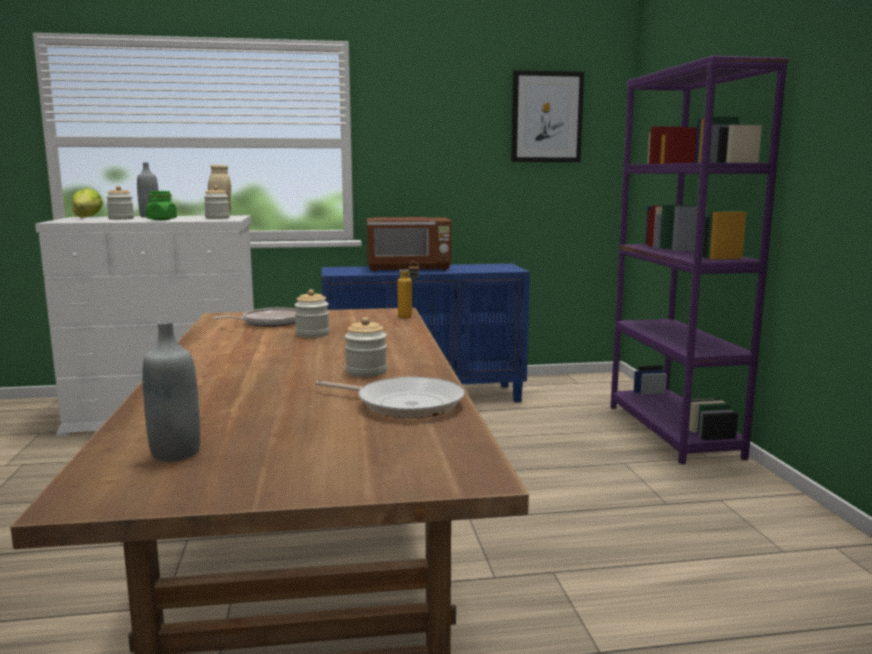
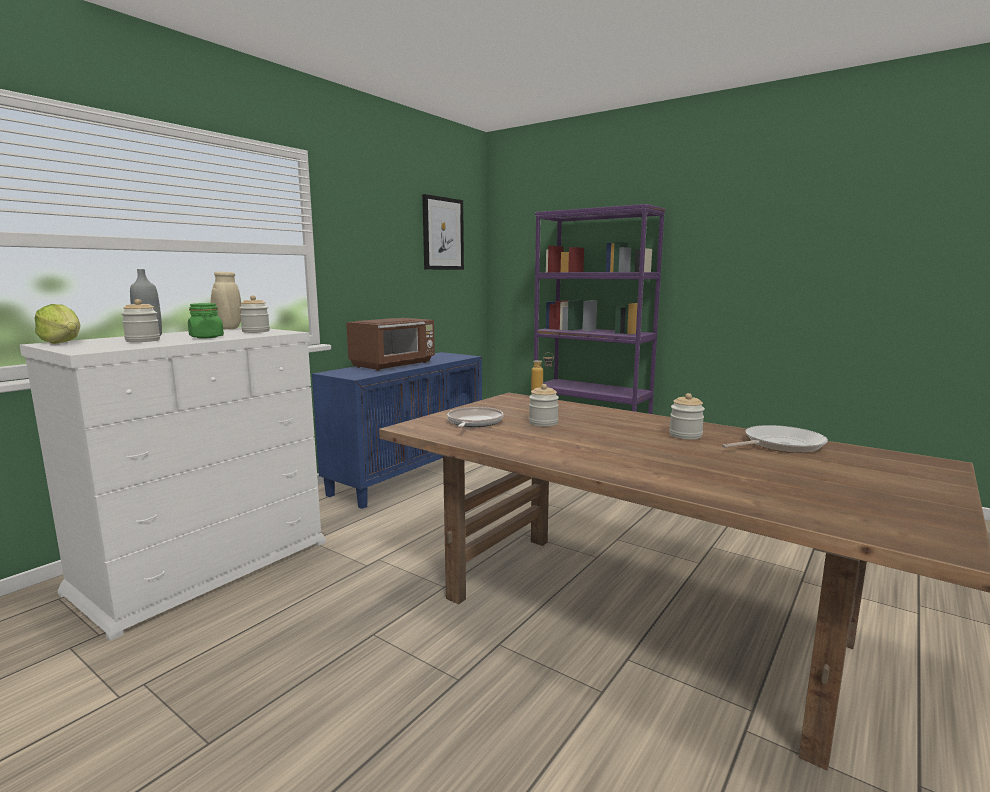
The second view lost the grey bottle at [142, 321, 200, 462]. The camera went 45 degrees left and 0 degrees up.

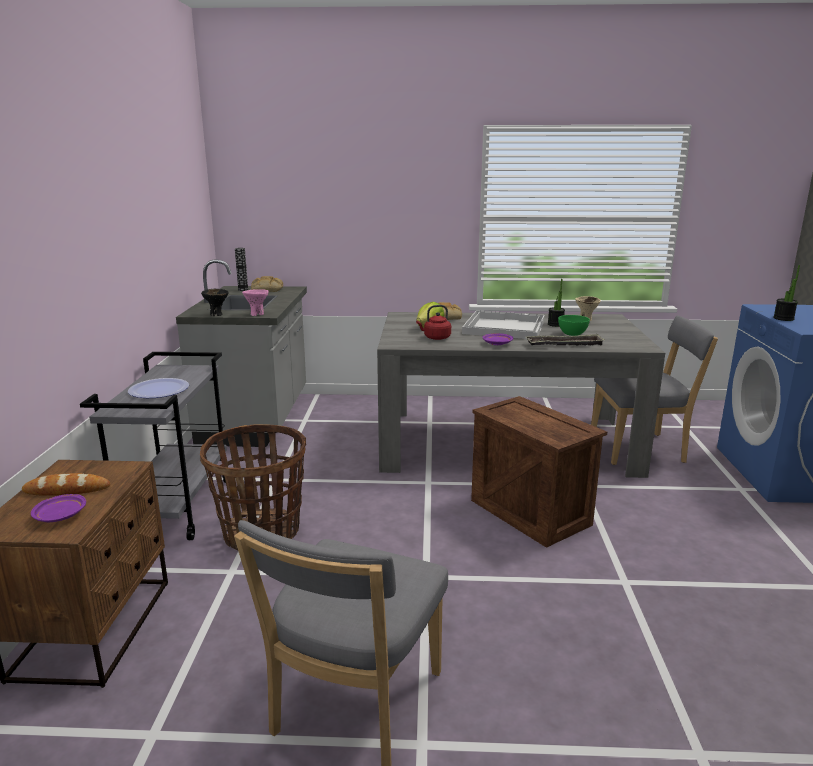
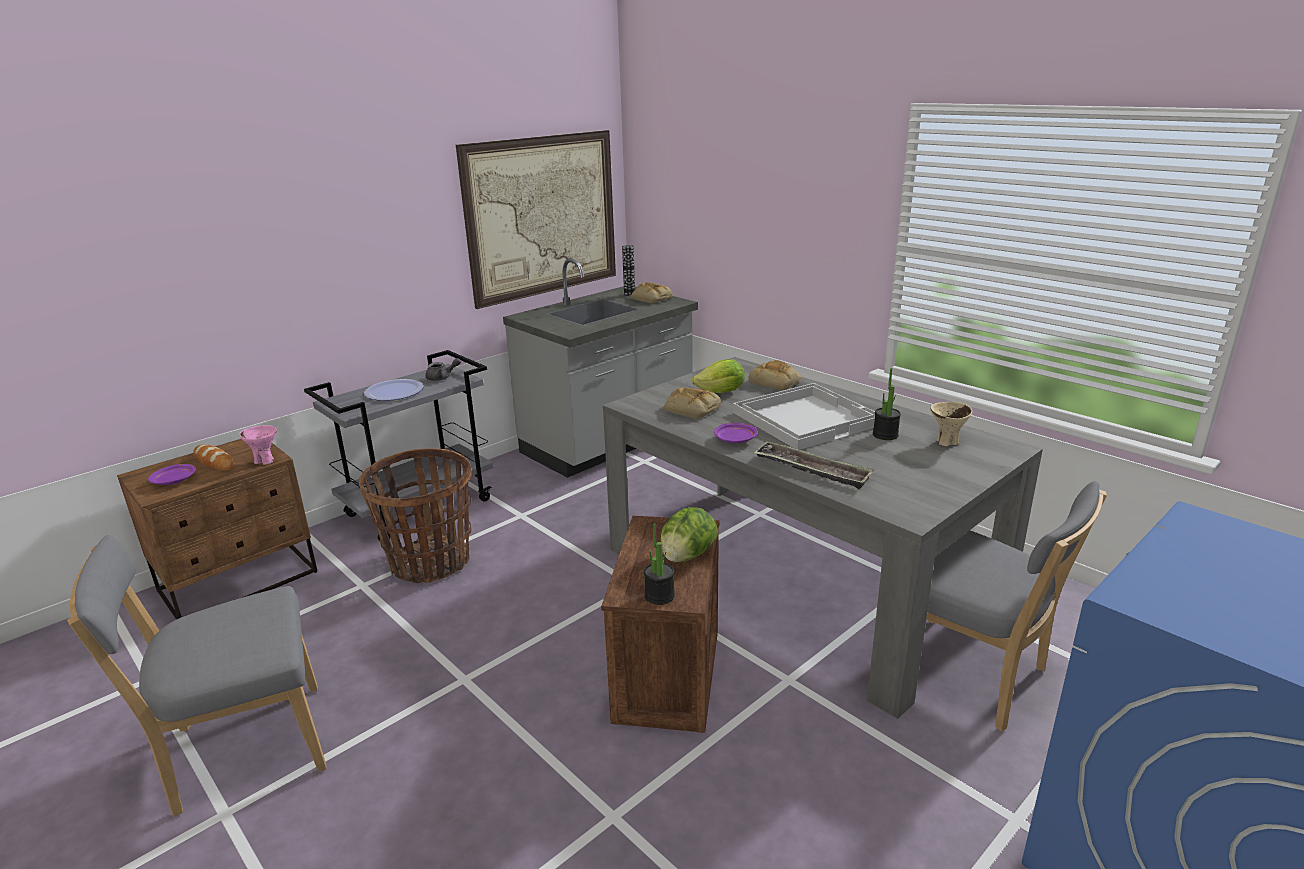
The pink bowl ended up elsewhere, having gone from [242, 289, 269, 316] to [239, 425, 277, 465]. The second view gained the grey teapot at [426, 358, 461, 381]. The second view gained the picture at [456, 130, 616, 309]. The potted plant ended up elsewhere, having gone from [773, 265, 800, 321] to [644, 523, 675, 605]. The second view gained the lettuce at [660, 507, 718, 562]. Where the red kettle stood at [416, 305, 451, 340], the bread came to stand at [664, 387, 721, 419]. The second view lost the black bowl at [201, 289, 229, 316]. The second view lost the green bowl at [558, 315, 590, 336]. The camera went 45 degrees right and 5 degrees up.

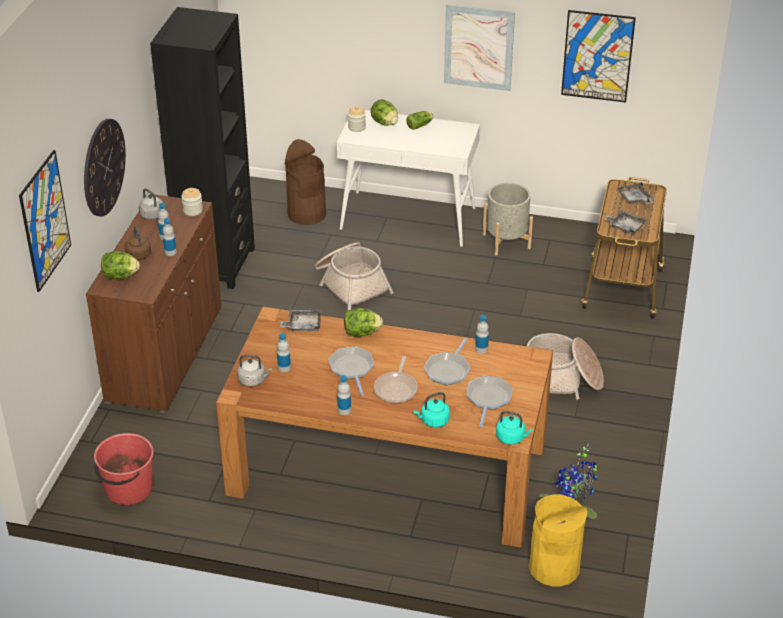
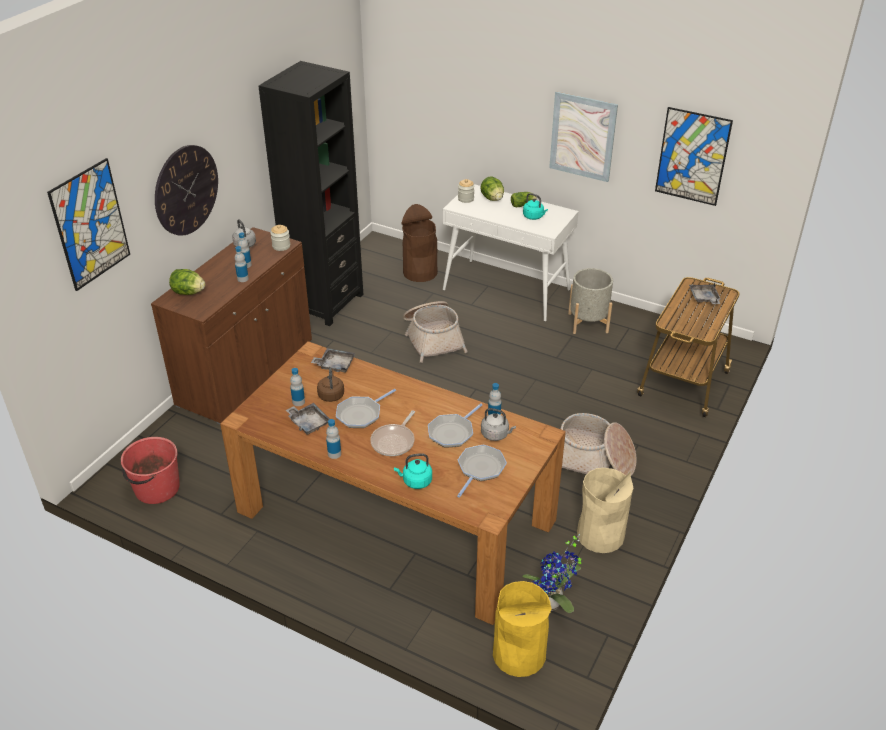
The grey tray ended up elsewhere, having gone from [604, 210, 647, 235] to [286, 403, 330, 435]. The brown kettle ended up elsewhere, having gone from [125, 227, 151, 260] to [317, 367, 344, 402]. The frying pan at [329, 346, 374, 396] ended up facing another way, 135 degrees counterclockwise from before. The grey kettle ended up elsewhere, having gone from [237, 354, 272, 386] to [481, 408, 516, 441]. The turquoise kettle ended up elsewhere, having gone from [496, 411, 533, 444] to [523, 193, 548, 220]. The second view gained the beige trash can at [577, 468, 633, 553]. The second view lost the lettuce at [344, 308, 383, 337]. The camera went 15 degrees right and 0 degrees up.

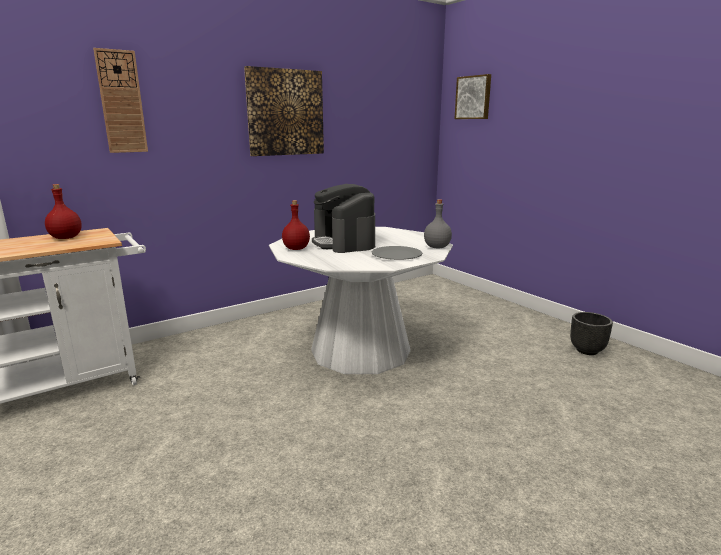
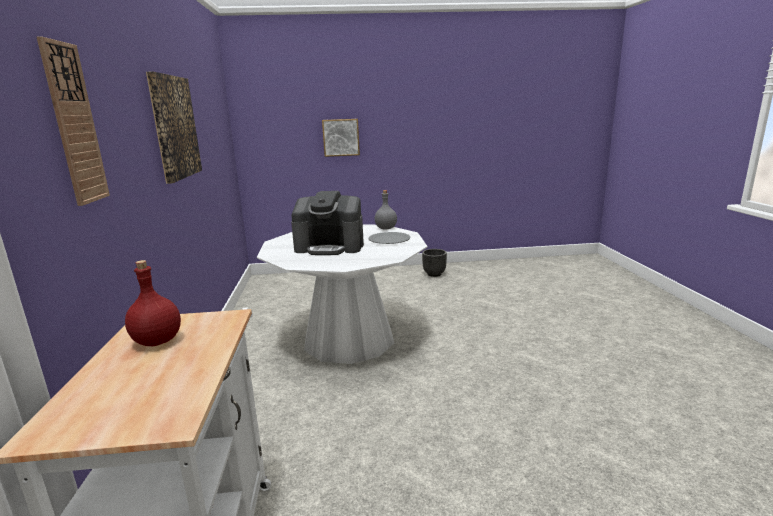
The picture ended up elsewhere, having gone from [455, 74, 491, 119] to [322, 119, 360, 157]. The second view lost the red bottle at [282, 200, 310, 250]. The camera went 60 degrees left and 0 degrees up.

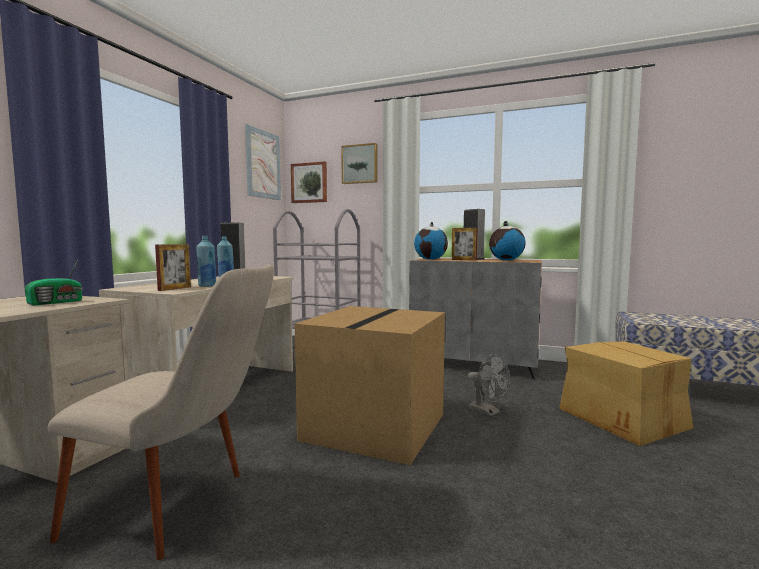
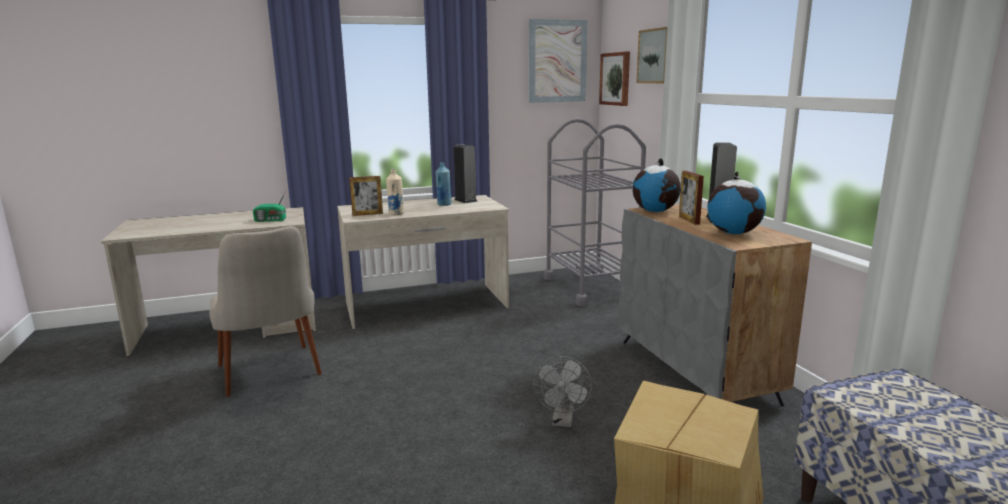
What was the blue bottle at [196, 236, 216, 287] turned into the beige bottle at [386, 169, 404, 215]. The second view lost the cardboard box at [295, 306, 445, 465]. The camera went 50 degrees right and 10 degrees up.

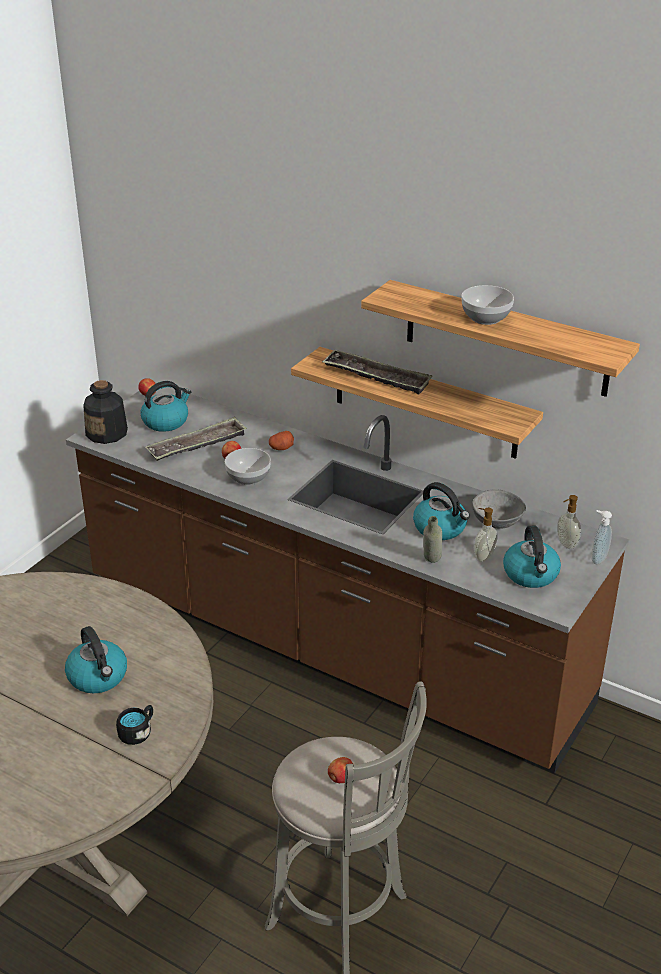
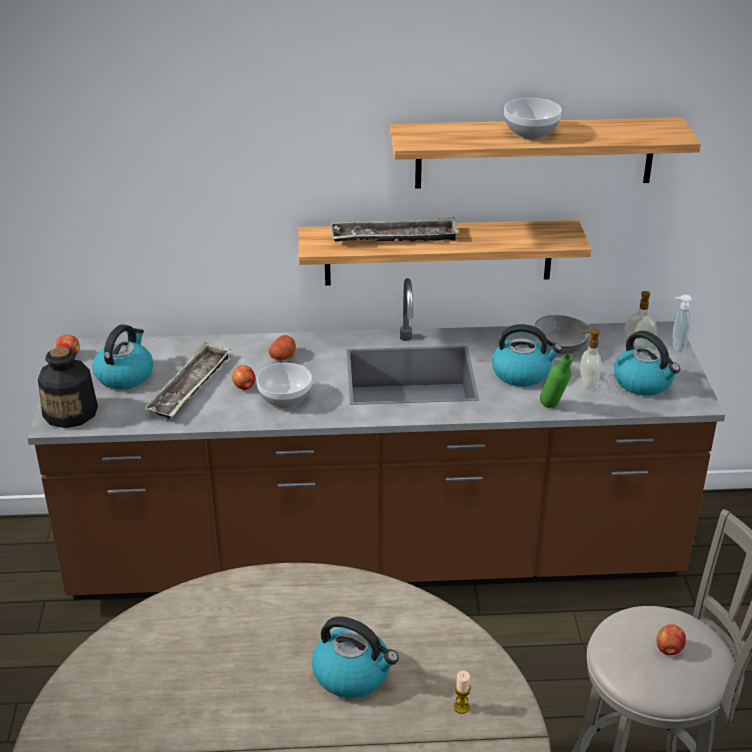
Where the black mug stood at [116, 705, 153, 745], the candle came to stand at [454, 671, 471, 714]. What was the grey bottle at [423, 516, 442, 563] turned into the green bottle at [540, 354, 572, 408]. The camera went 35 degrees left and 0 degrees up.

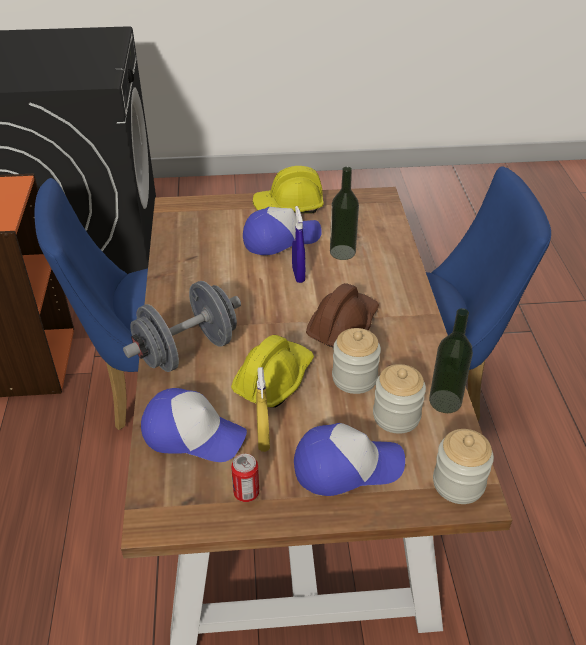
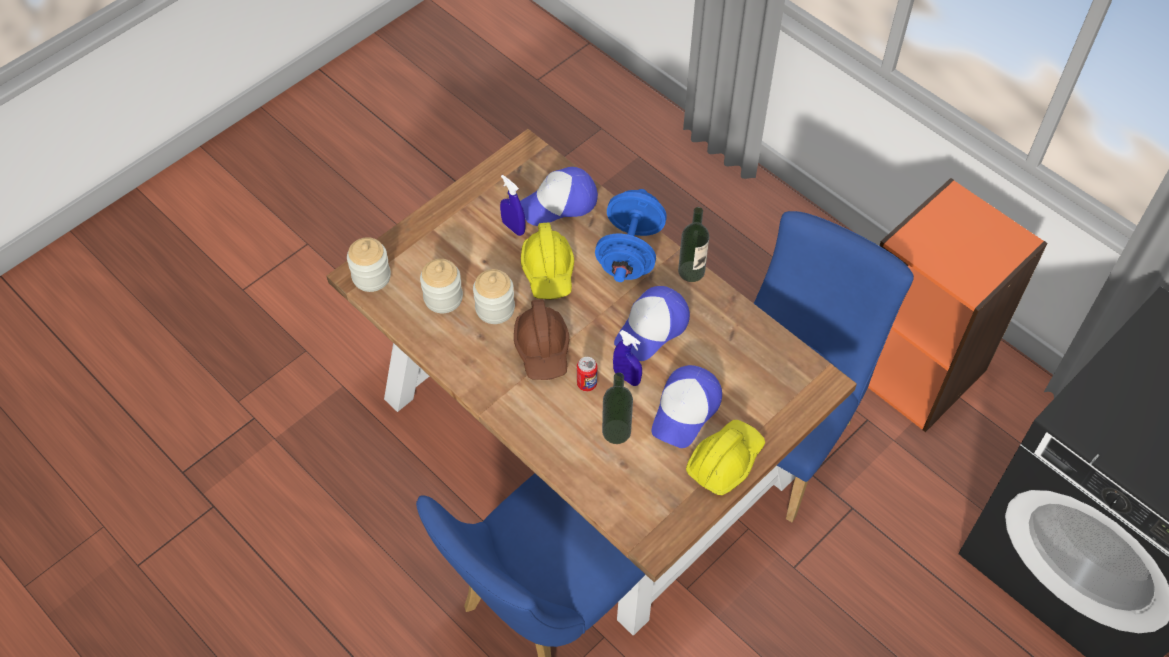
What was the yellow spray bottle at [256, 367, 270, 452] turned into the blue spray bottle at [500, 175, 525, 236]. The can ended up elsewhere, having gone from [231, 454, 259, 502] to [577, 357, 597, 391]. What was the grey dumbbell at [123, 281, 241, 372] turned into the blue dumbbell at [595, 189, 667, 282]. The cap ended up elsewhere, having gone from [294, 423, 405, 496] to [614, 286, 690, 361]. The bottle ended up elsewhere, having gone from [429, 308, 473, 413] to [678, 207, 709, 282]. The camera went 140 degrees right and 15 degrees up.

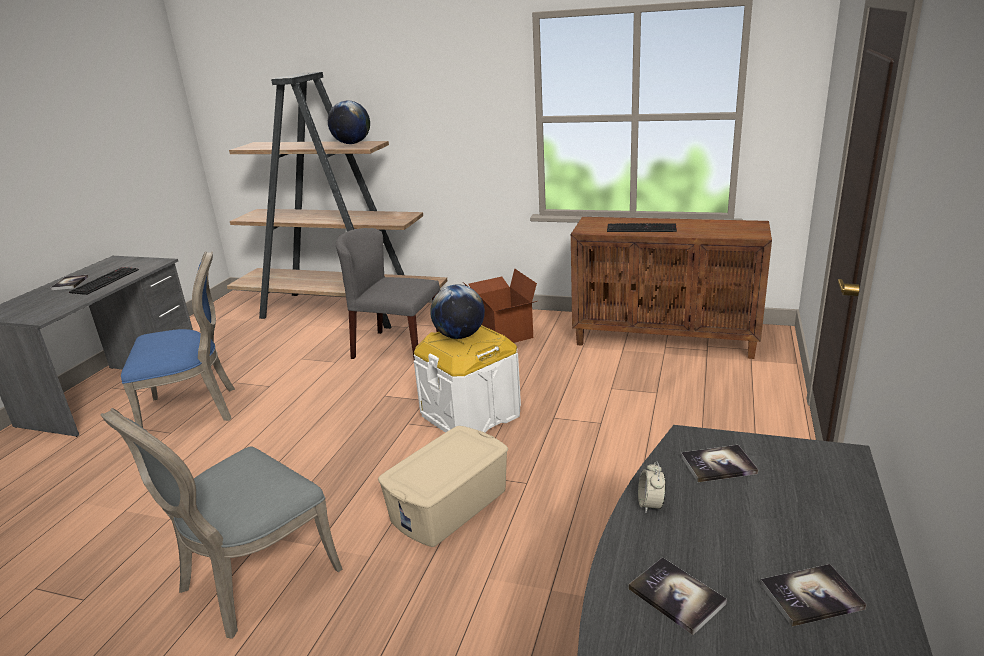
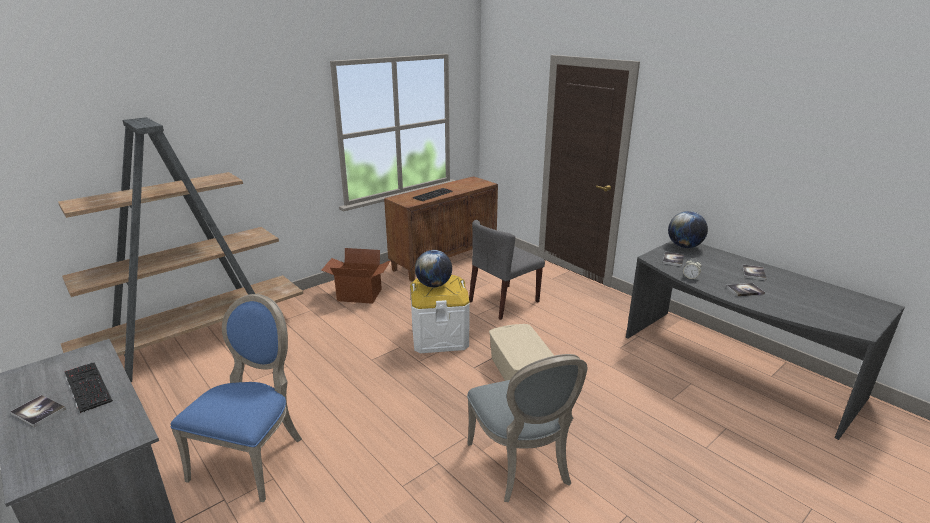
The grey chair ended up elsewhere, having gone from [336, 228, 440, 360] to [469, 220, 545, 320]. The globe ended up elsewhere, having gone from [328, 101, 370, 144] to [668, 211, 708, 248]. The camera went 60 degrees left and 0 degrees up.

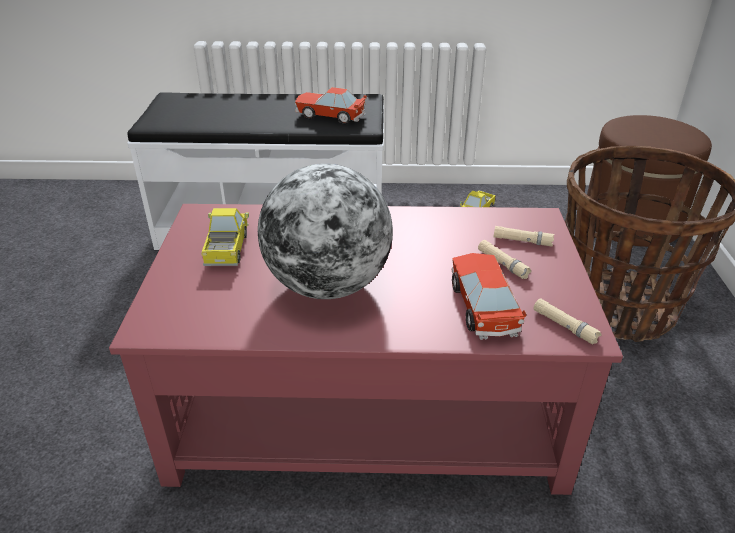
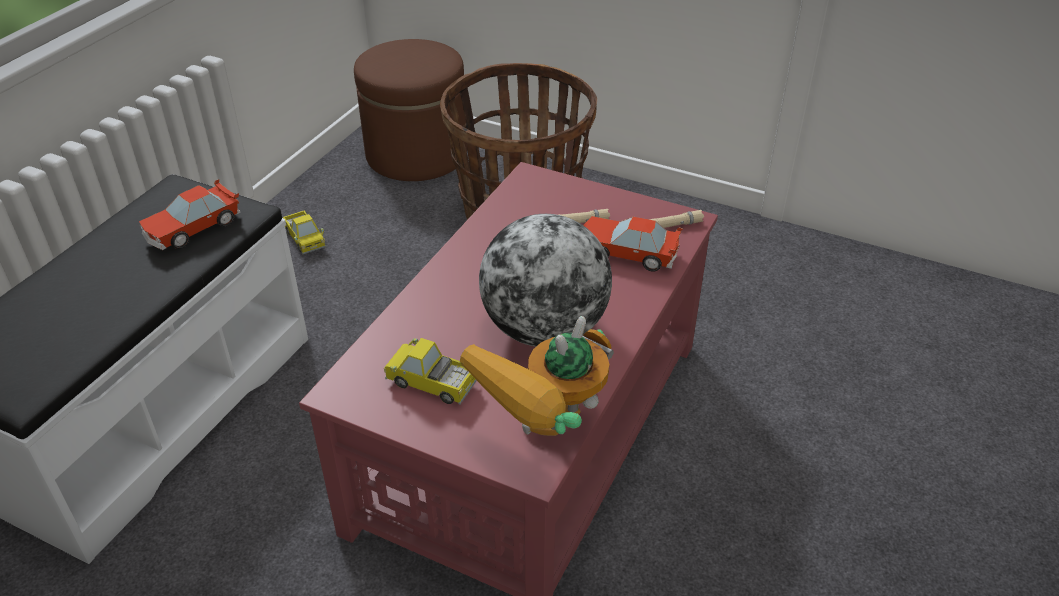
The second view gained the toy robot at [460, 316, 614, 436]. The second view lost the beige flashlight at [494, 226, 555, 246]. The camera went 65 degrees left and 5 degrees up.

